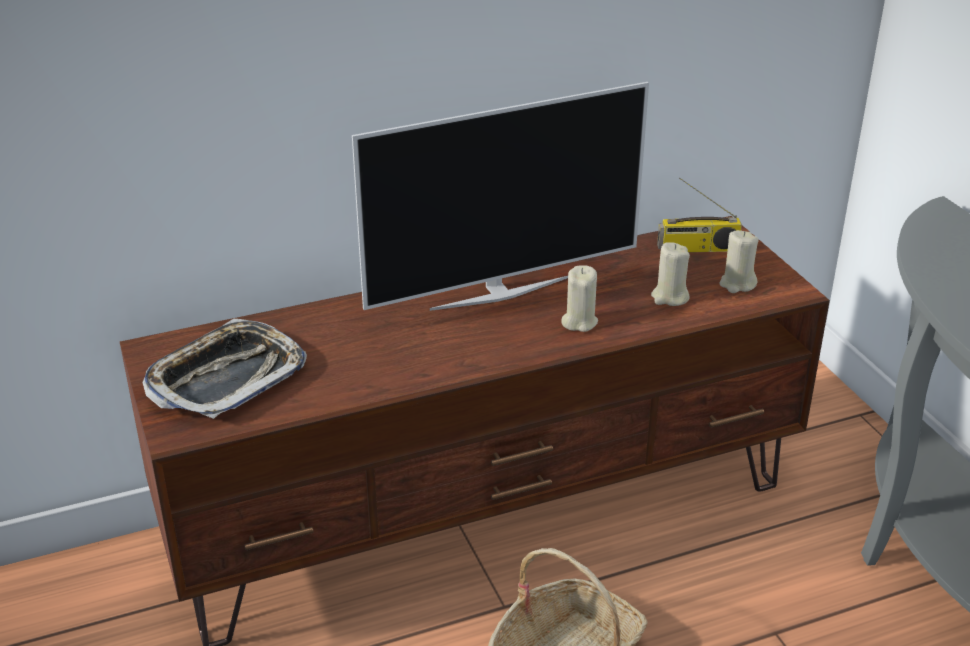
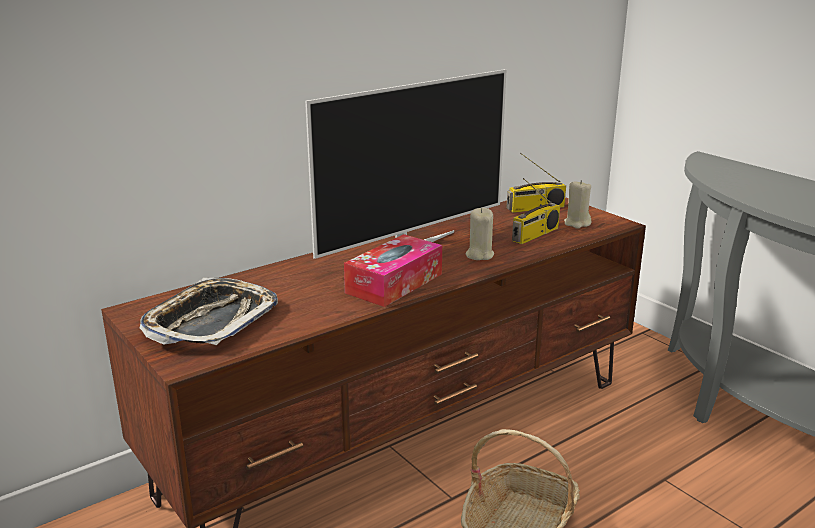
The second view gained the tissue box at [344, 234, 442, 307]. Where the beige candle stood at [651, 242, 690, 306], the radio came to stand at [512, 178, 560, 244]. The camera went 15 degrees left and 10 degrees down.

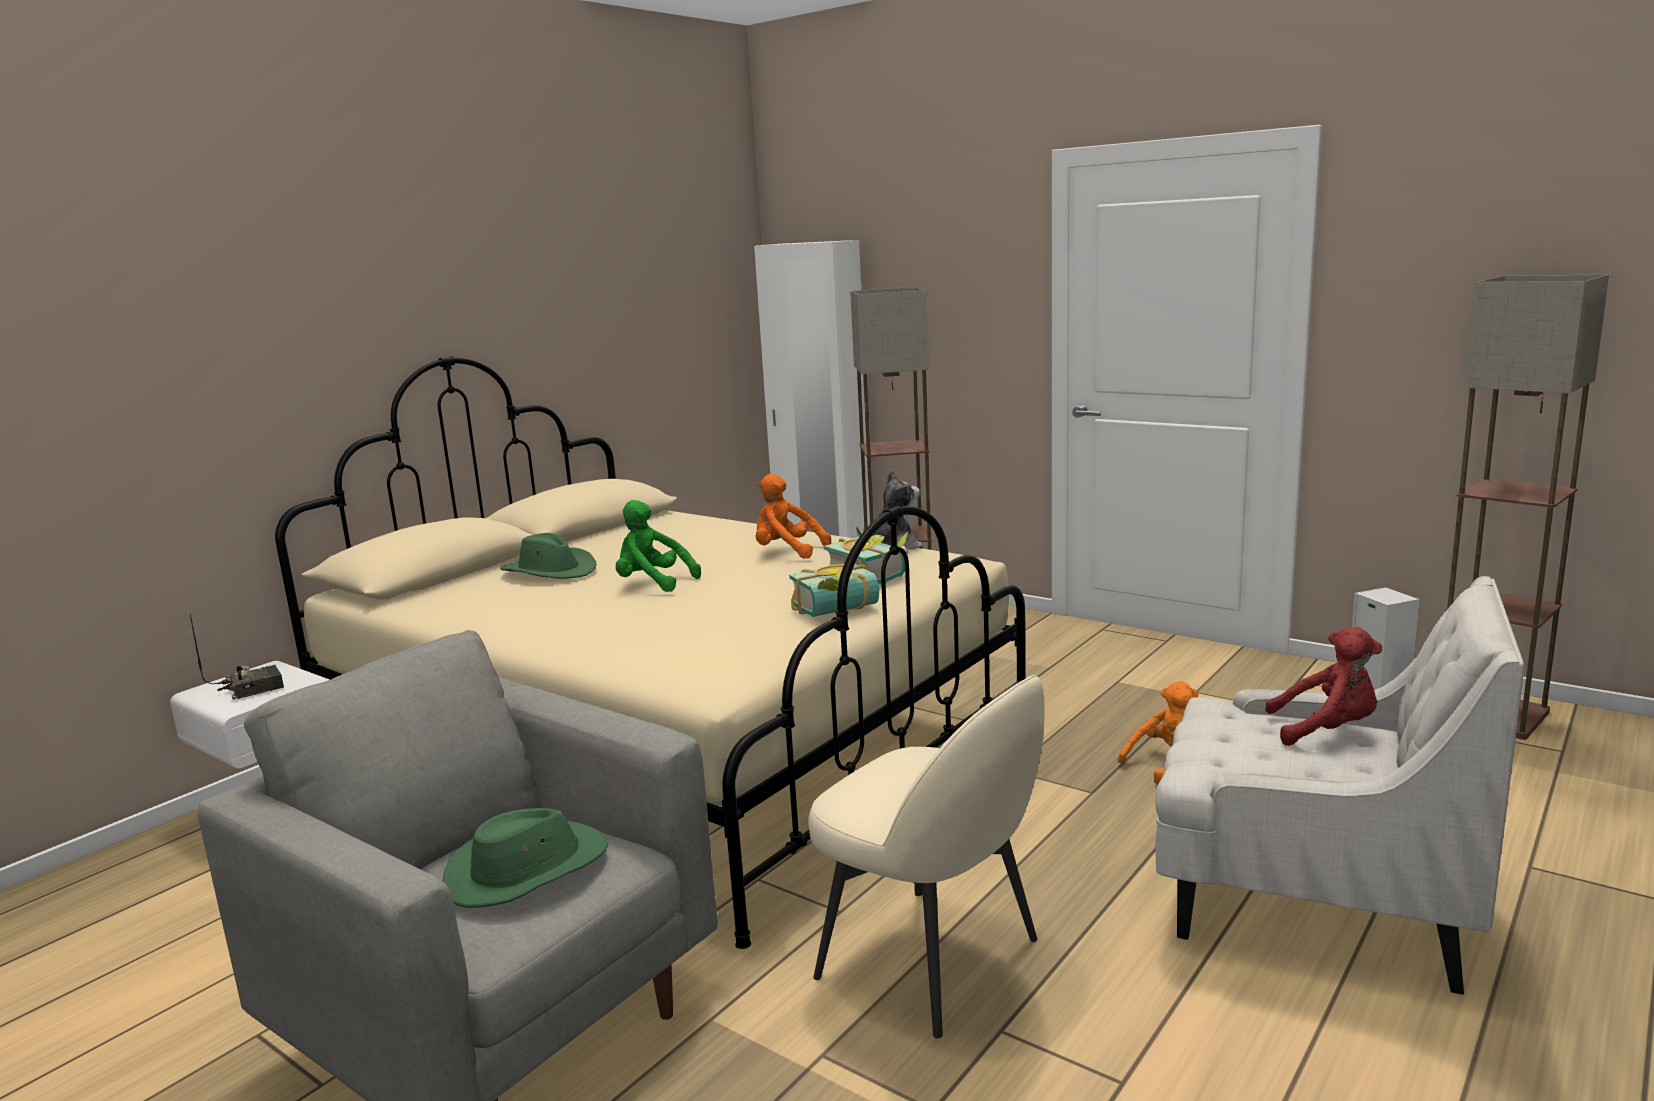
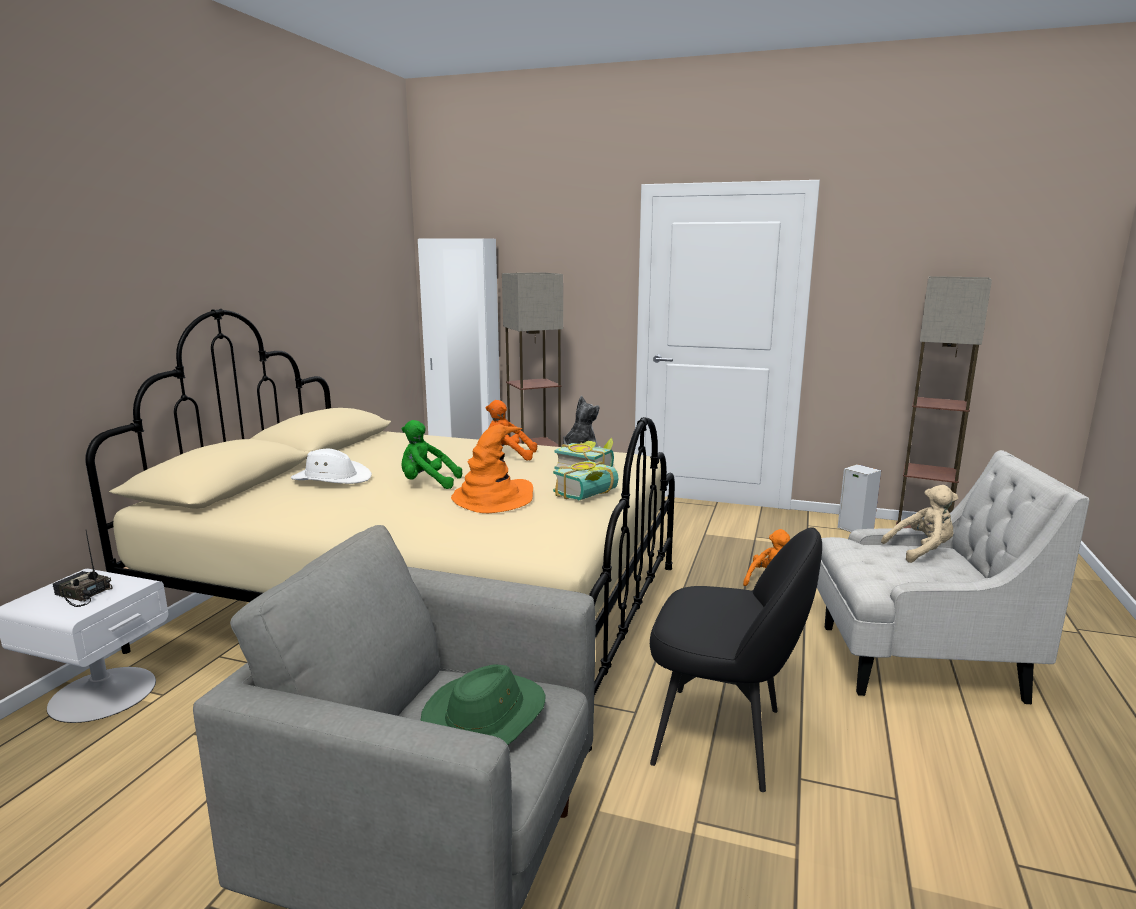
The radio at [190, 614, 284, 700] ended up facing another way, 105 degrees counterclockwise from before. What was the green hat at [501, 533, 596, 579] turned into the white hat at [291, 449, 372, 484]. The second view gained the orange hat at [451, 424, 533, 513]. What was the beige chair at [808, 675, 1045, 1038] turned into the black chair at [650, 527, 822, 792]. What was the red plush toy at [1265, 627, 1382, 746] turned into the beige plush toy at [881, 485, 958, 563]. The camera went 20 degrees left and 0 degrees up.

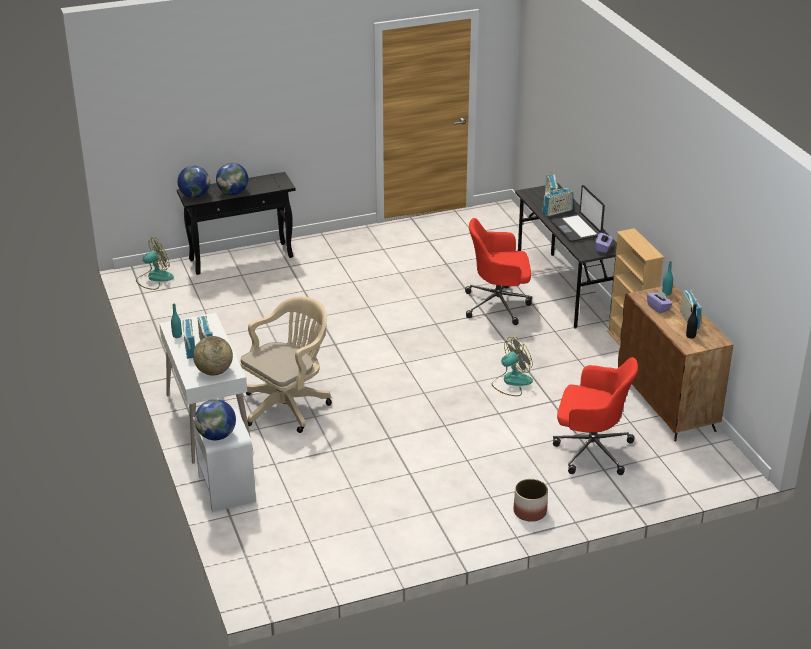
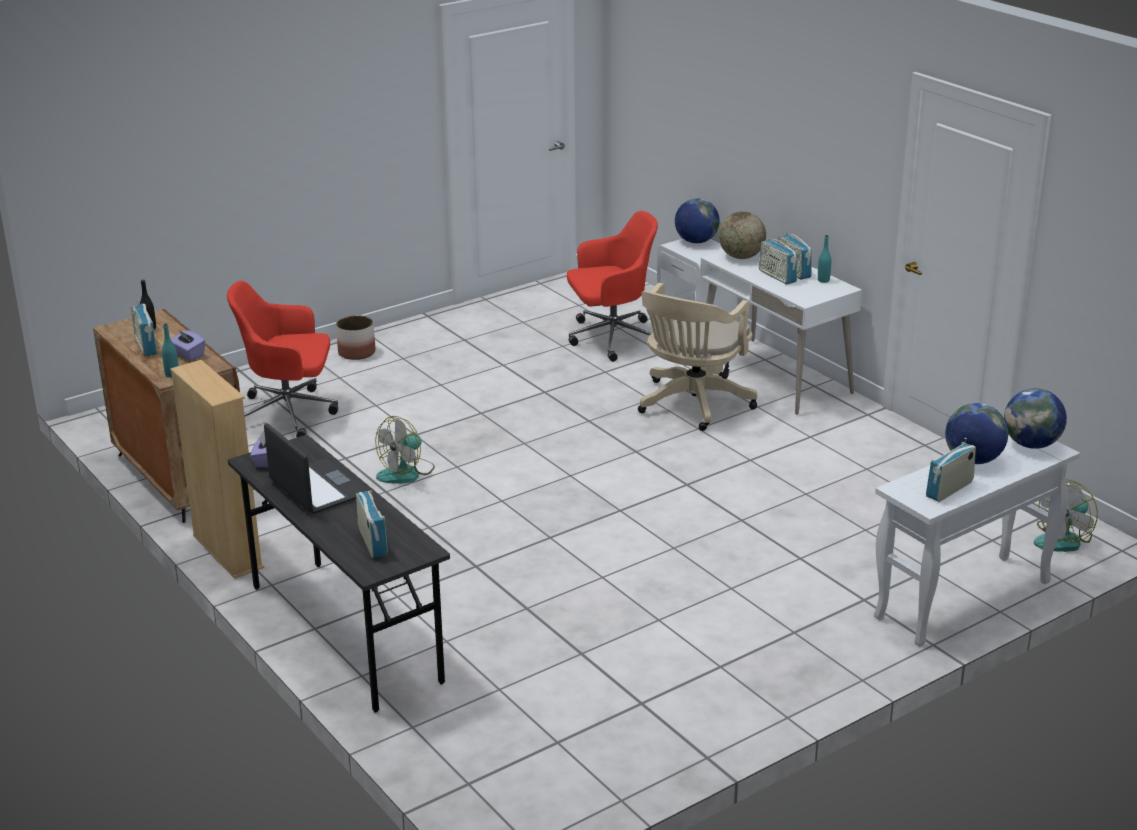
The red office chair ended up elsewhere, having gone from [465, 218, 532, 325] to [567, 211, 658, 362]. What was the black console table at [177, 172, 296, 275] turned into the white console table at [874, 434, 1080, 647]. The radio ended up elsewhere, having gone from [542, 189, 573, 217] to [926, 438, 976, 502]. The camera went 165 degrees right and 5 degrees down.

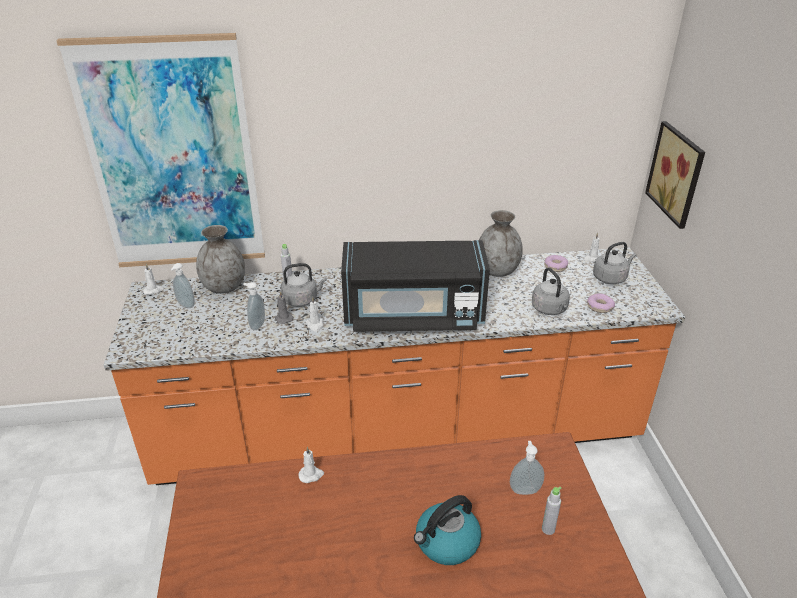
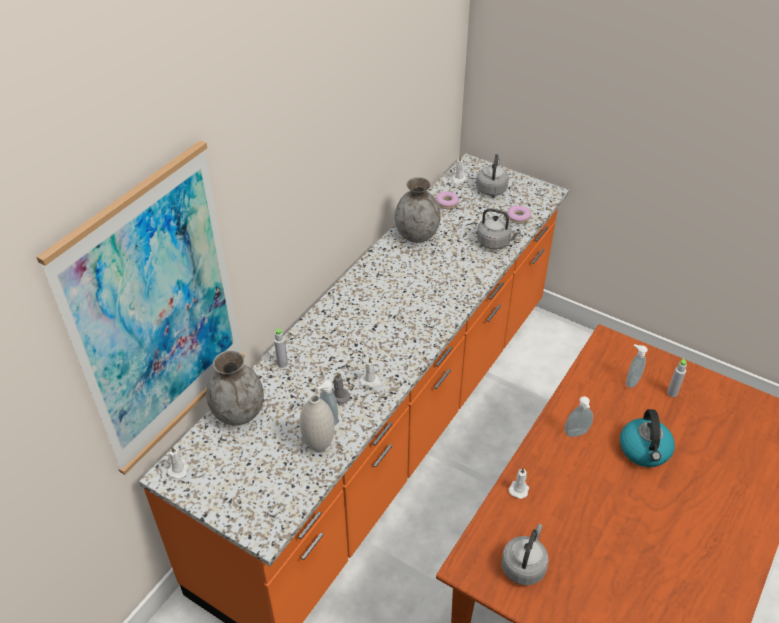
The second view gained the white vase at [300, 395, 335, 452]. The grey kettle ended up elsewhere, having gone from [281, 263, 327, 307] to [501, 524, 549, 585]. The soap dispenser ended up elsewhere, having gone from [170, 263, 195, 308] to [564, 396, 593, 437]. The second view lost the black microwave at [341, 240, 490, 332]. The second view lost the picture at [645, 121, 705, 229]. The camera went 50 degrees left and 10 degrees up.

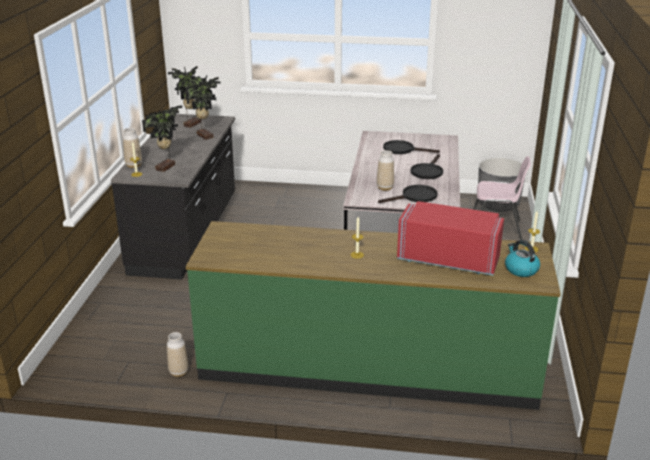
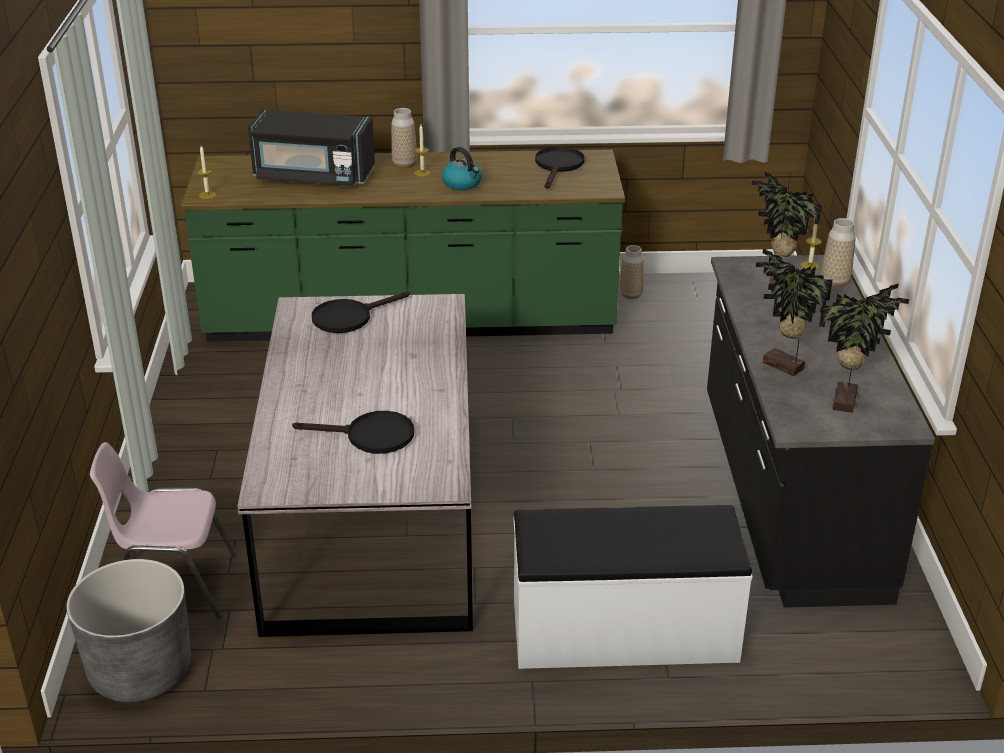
What was the red microwave at [397, 201, 504, 275] turned into the black microwave at [248, 110, 375, 186]. The vase ended up elsewhere, having gone from [377, 150, 394, 191] to [391, 108, 417, 168]. The kettle ended up elsewhere, having gone from [505, 240, 540, 277] to [442, 147, 482, 190]. The second view gained the white bench at [514, 505, 753, 669]. The black frying pan ended up elsewhere, having gone from [411, 154, 443, 179] to [535, 147, 585, 189]. The camera went 170 degrees right and 5 degrees up.

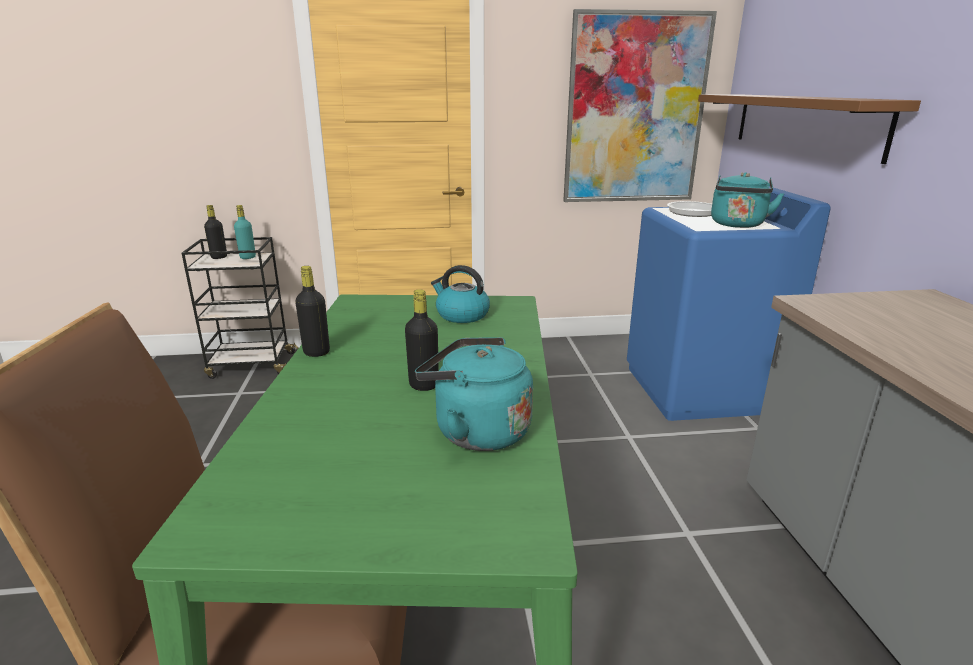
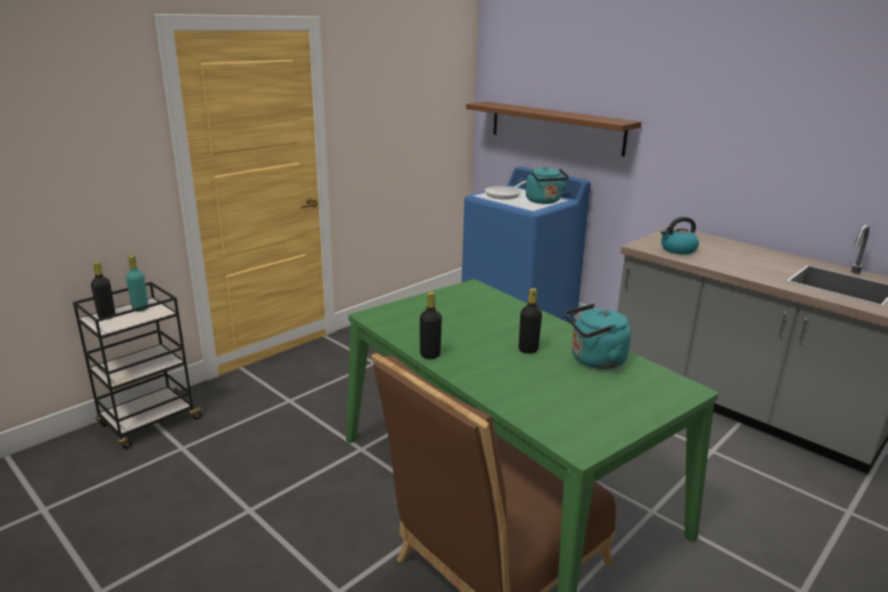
The kettle ended up elsewhere, having gone from [431, 265, 490, 323] to [661, 217, 699, 255]. The second view lost the picture at [563, 9, 717, 202]. The camera went 40 degrees left and 0 degrees up.

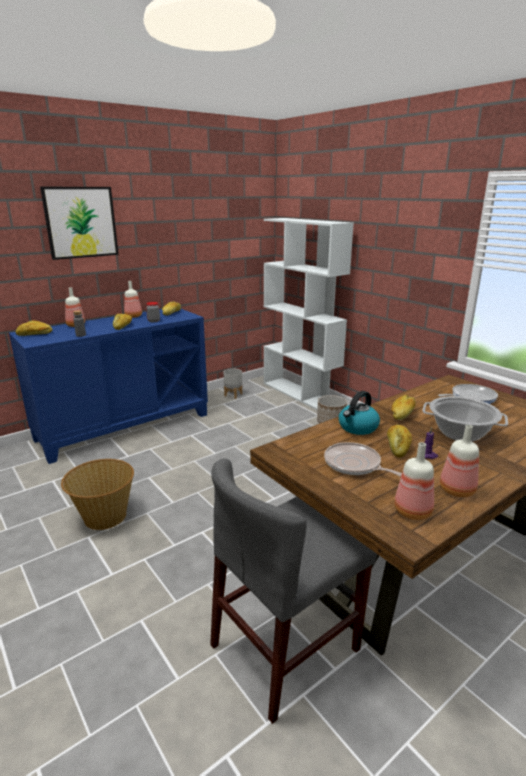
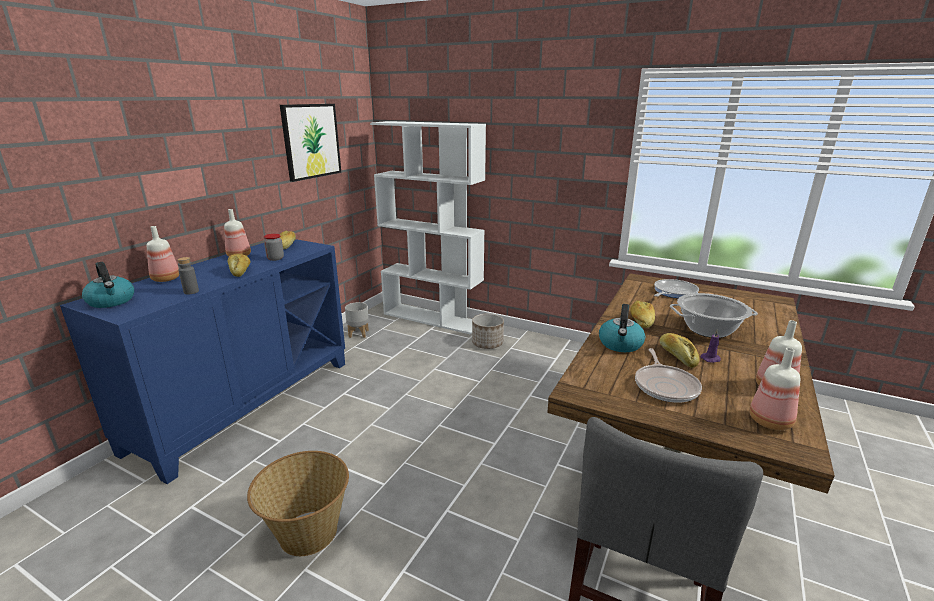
Where the bread stood at [16, 320, 52, 336], the kettle came to stand at [82, 262, 134, 308]. The picture ended up elsewhere, having gone from [40, 187, 119, 260] to [280, 104, 341, 182]. The frying pan at [324, 442, 402, 477] ended up facing another way, 105 degrees counterclockwise from before. The camera went 25 degrees left and 0 degrees up.

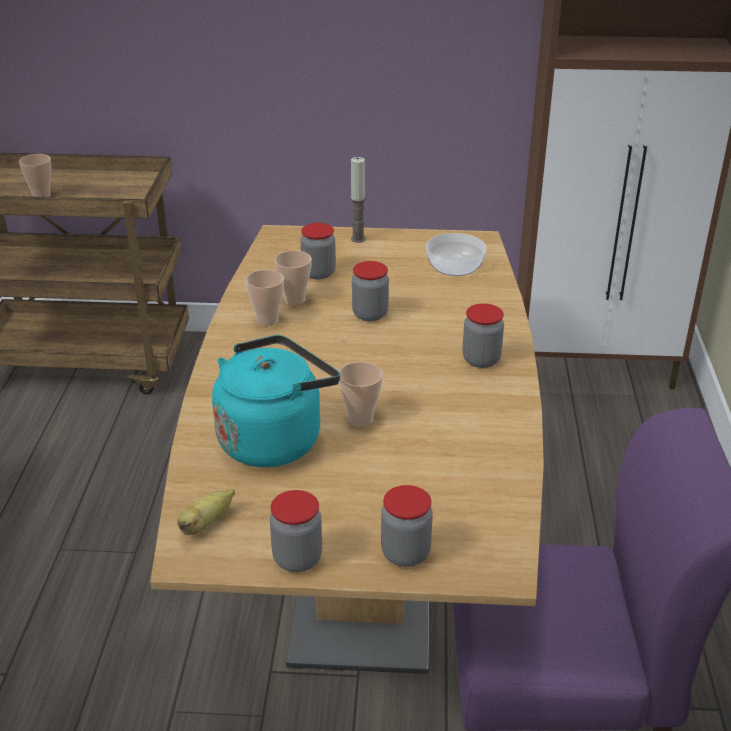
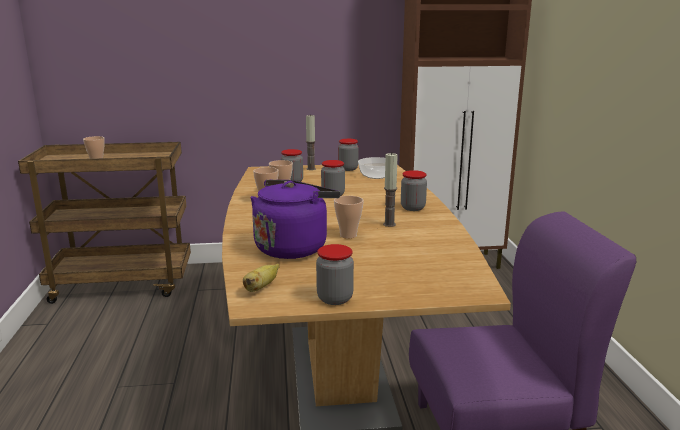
What was the turquoise kettle at [212, 335, 340, 467] turned into the purple kettle at [250, 180, 340, 259]. The jar ended up elsewhere, having gone from [381, 485, 433, 567] to [338, 139, 359, 171]. The second view gained the candle at [383, 153, 398, 227]. The camera went 10 degrees left and 15 degrees down.

